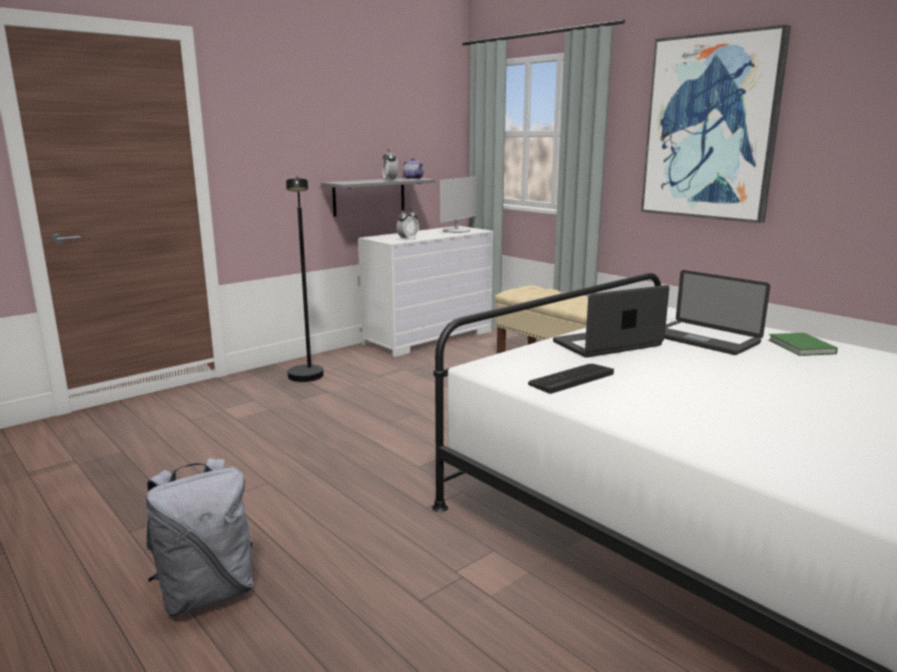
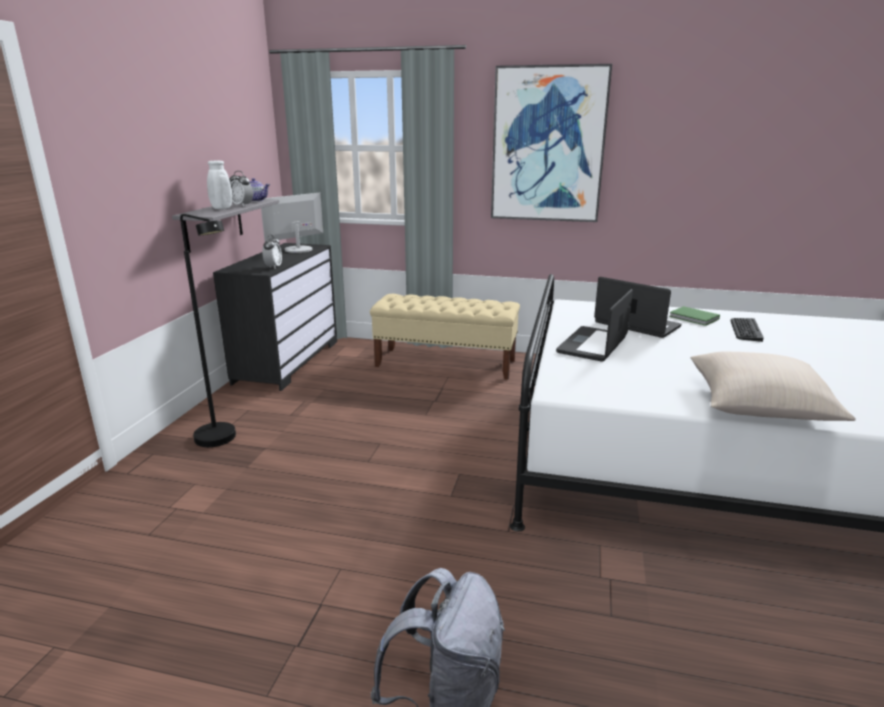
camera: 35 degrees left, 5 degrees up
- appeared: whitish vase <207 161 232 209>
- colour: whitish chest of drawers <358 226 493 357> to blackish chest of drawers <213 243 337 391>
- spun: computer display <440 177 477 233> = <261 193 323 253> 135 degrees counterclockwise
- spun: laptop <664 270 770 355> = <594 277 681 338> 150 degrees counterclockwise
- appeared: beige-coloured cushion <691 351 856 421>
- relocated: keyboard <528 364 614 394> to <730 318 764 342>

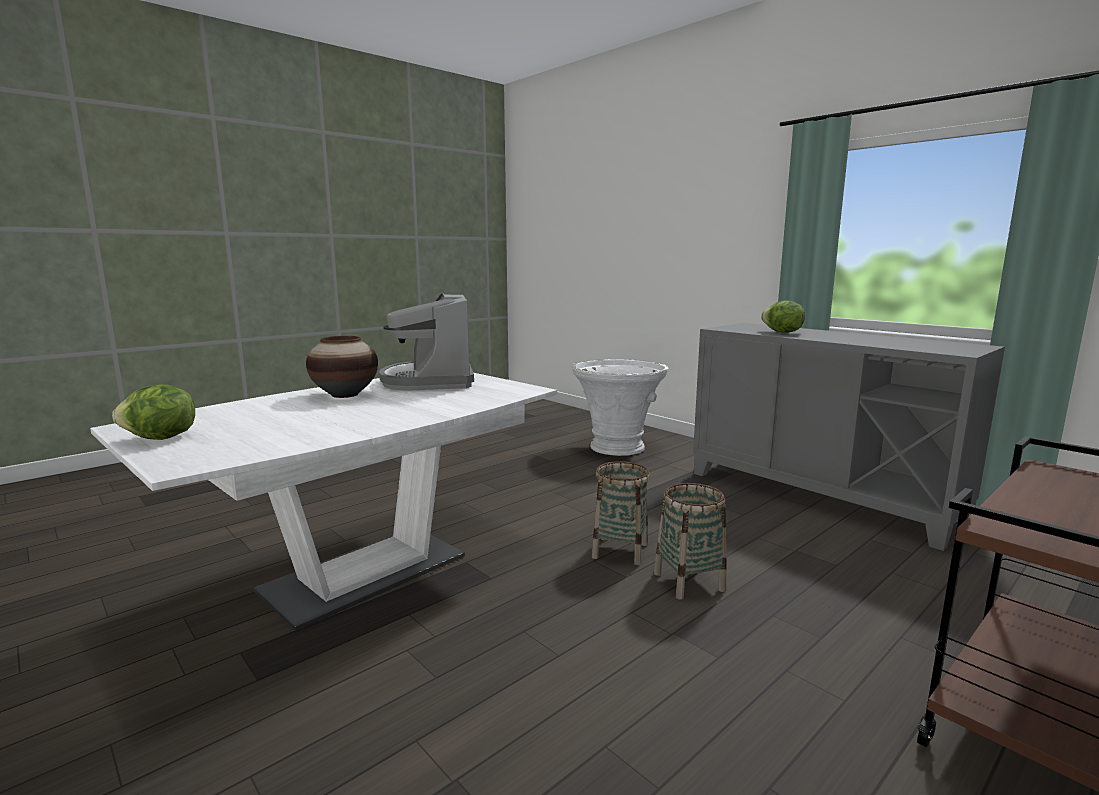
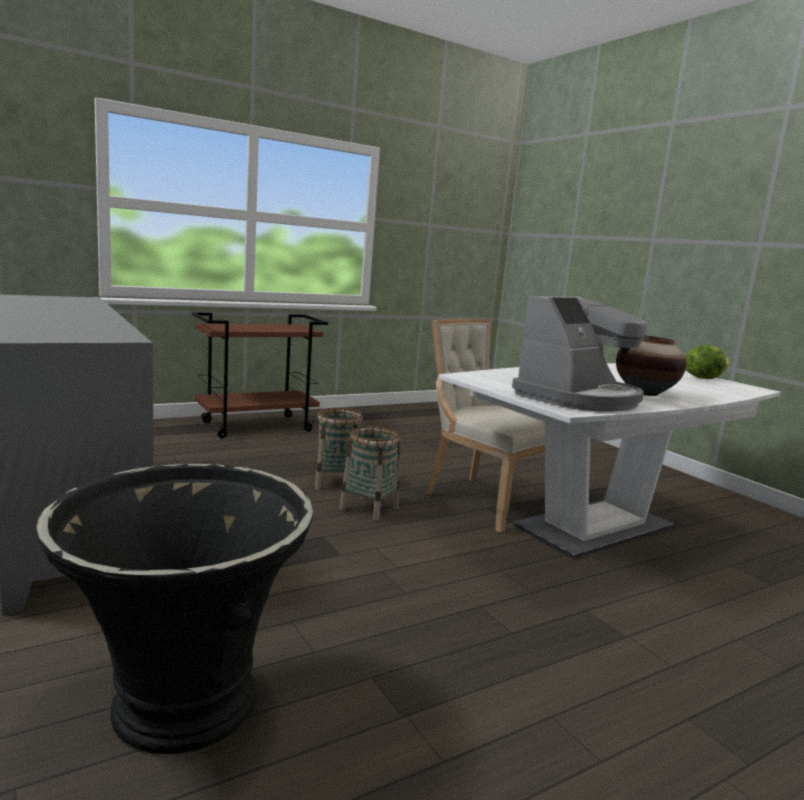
camera: 170 degrees left, 0 degrees up
- colour: whitish planter <572 359 668 456> to blackish planter <36 464 313 754>
- appeared: beige-coloured upright chair <426 319 545 533>
- spun: coffee maker <379 294 474 390> = <512 296 649 412> 45 degrees clockwise
- missing: head of lettuce <761 300 805 333>

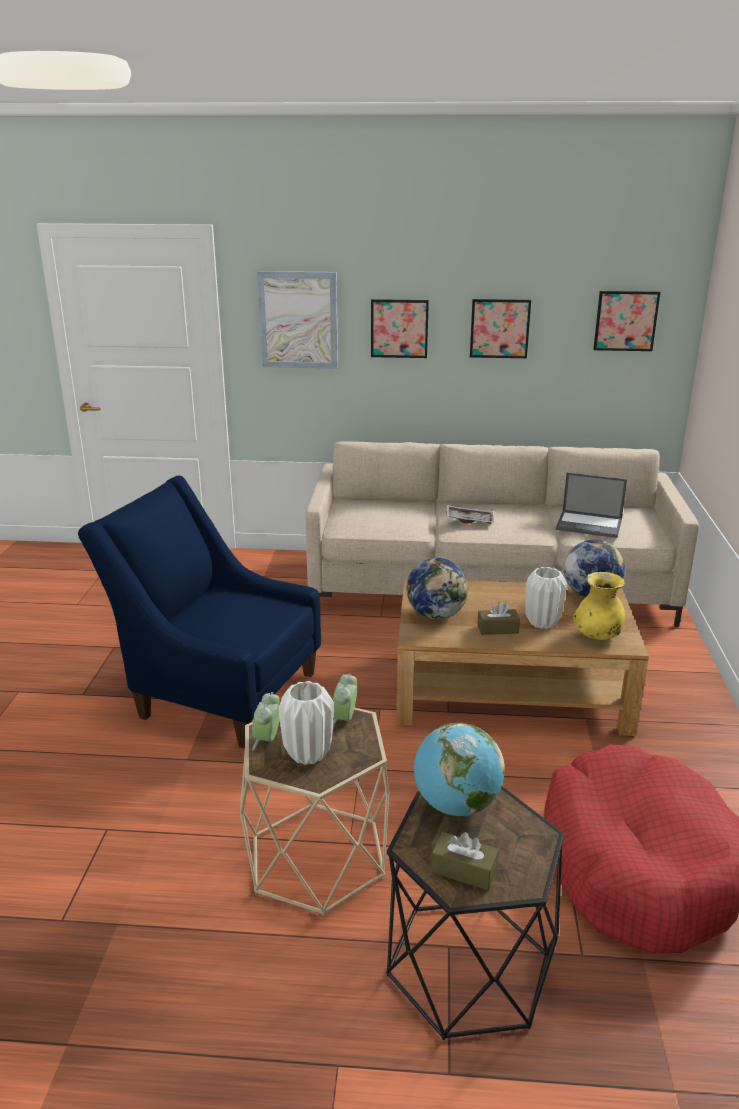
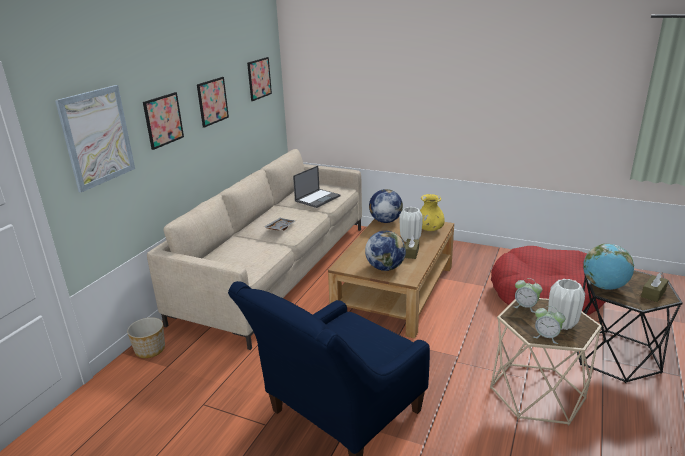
camera: 70 degrees left, 0 degrees up
- appeared: planter <127 317 165 358>

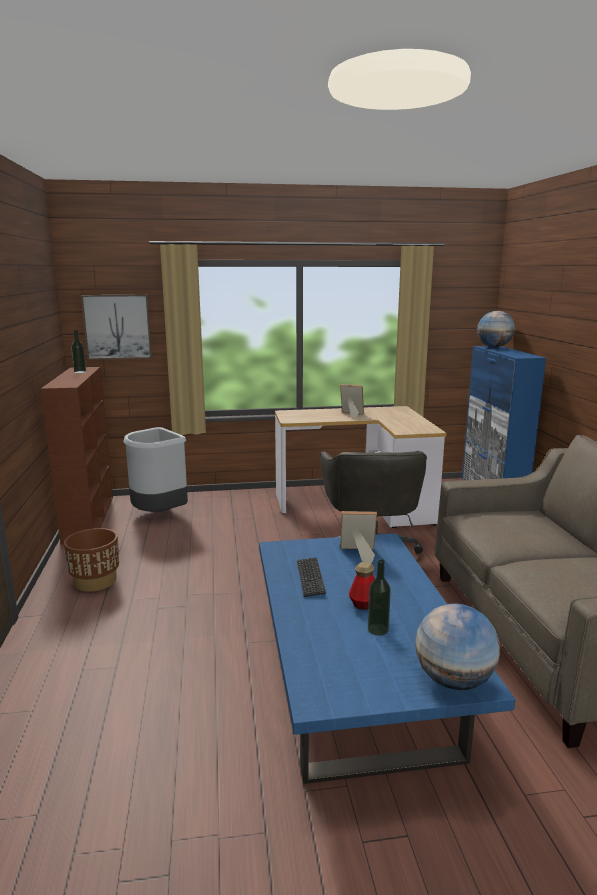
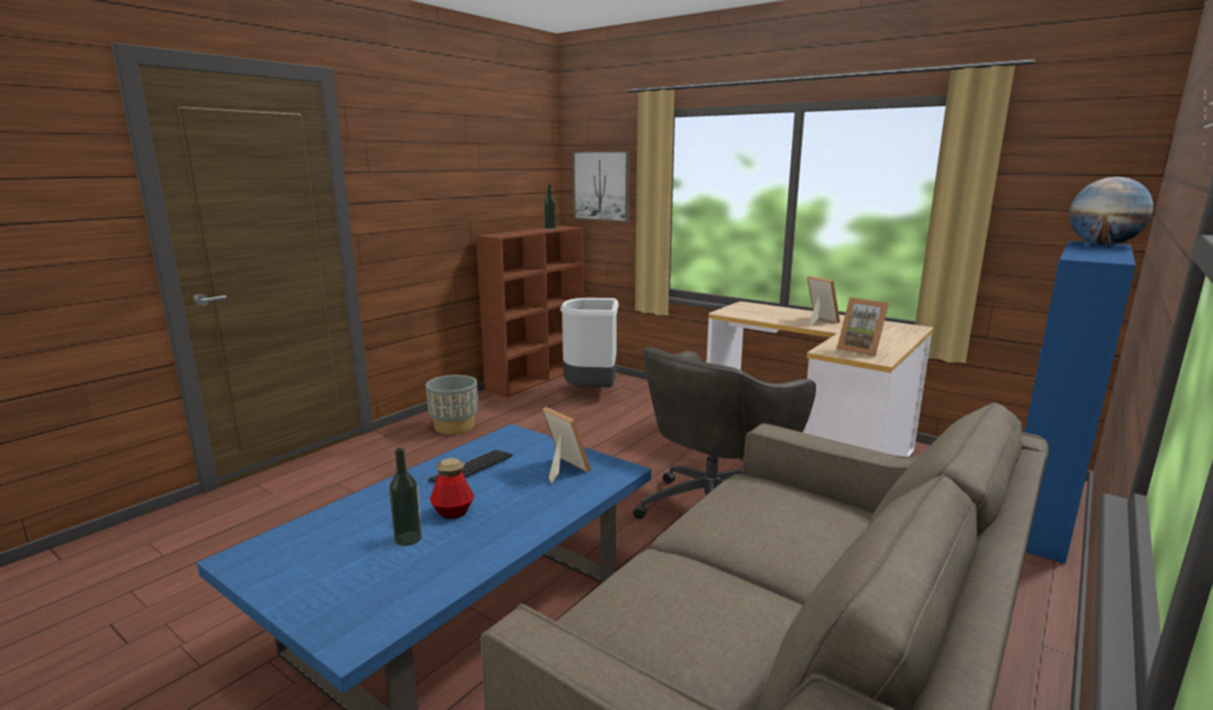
camera: 45 degrees right, 0 degrees up
- colour: brown-coloured planter <64 528 119 592> to gray planter <426 375 478 434>
- appeared: picture frame <837 297 889 357>
- missing: desk globe <415 603 500 690>

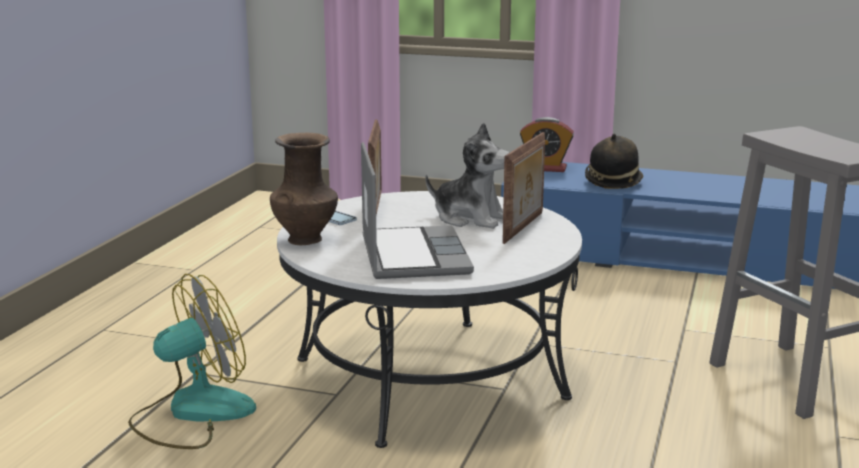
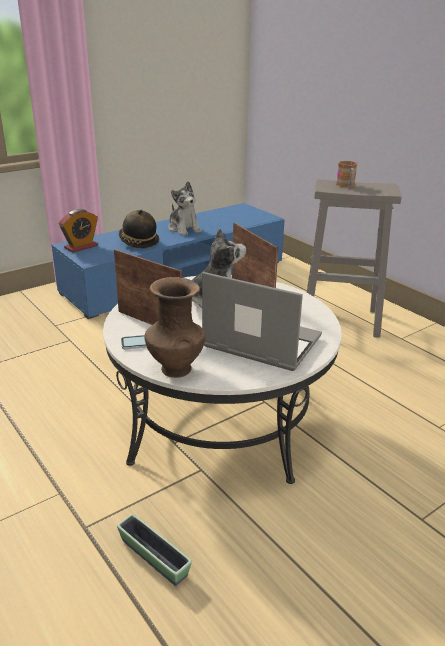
camera: 55 degrees left, 10 degrees up
- exchanged: electric fan <128 274 256 449> to planter <117 514 192 586>
- appeared: soft toy <168 181 202 236>
- appeared: mug <336 161 357 187>

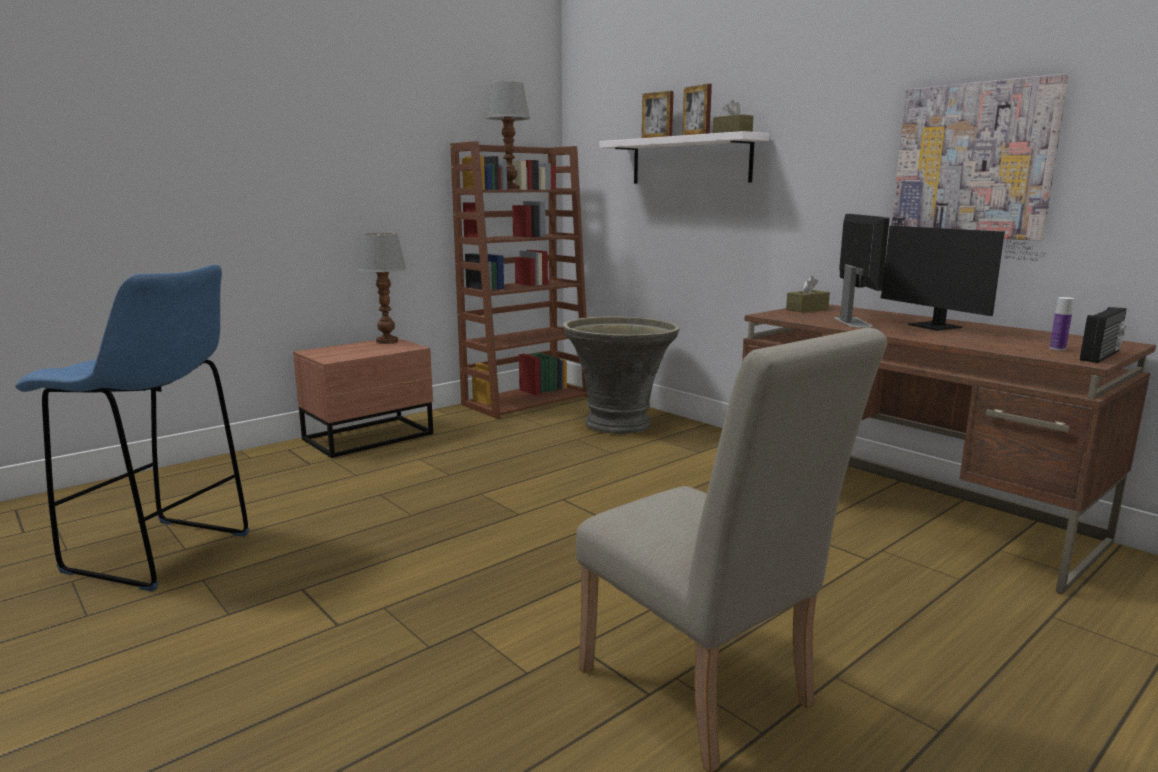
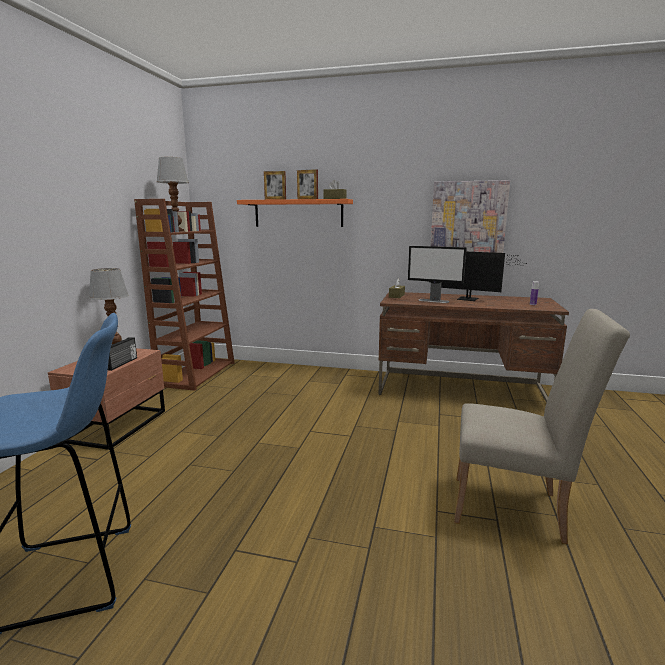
camera: 35 degrees left, 0 degrees up
- relocated: radio <1080 307 1127 363> to <108 337 137 371>
- colour: whitish shelf <599 131 769 184> to orange-coloured shelf <237 199 353 227>
- spun: computer display <835 214 890 328> = <408 246 467 303> 150 degrees clockwise
- missing: gray planter <563 316 680 434>

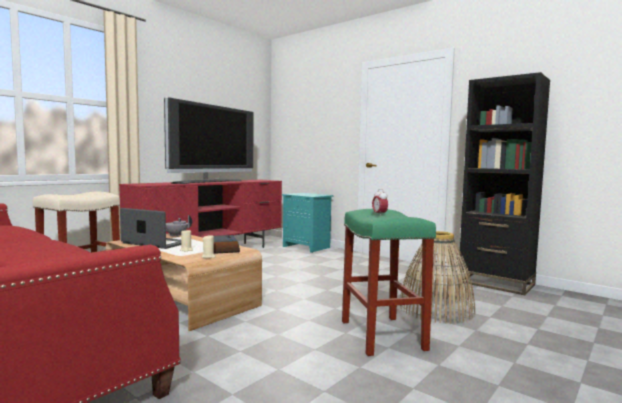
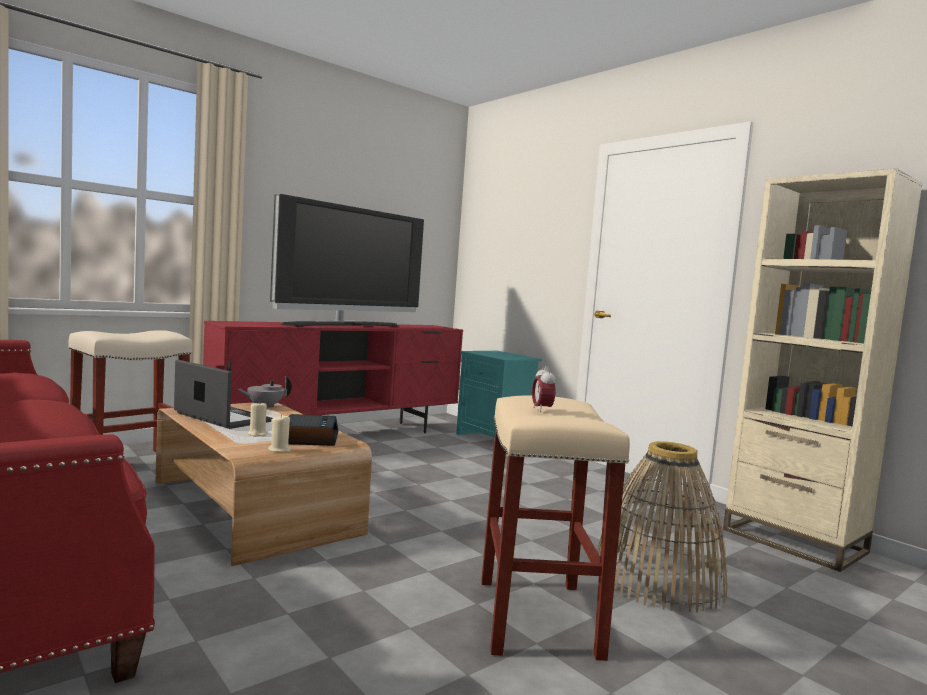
camera: 10 degrees right, 0 degrees up
- colour: greenish stool seat <342 209 436 356> to beige-coloured stool seat <481 395 630 661>
- colour: blackish bookshelf <458 72 550 295> to beige-coloured bookshelf <723 168 923 572>

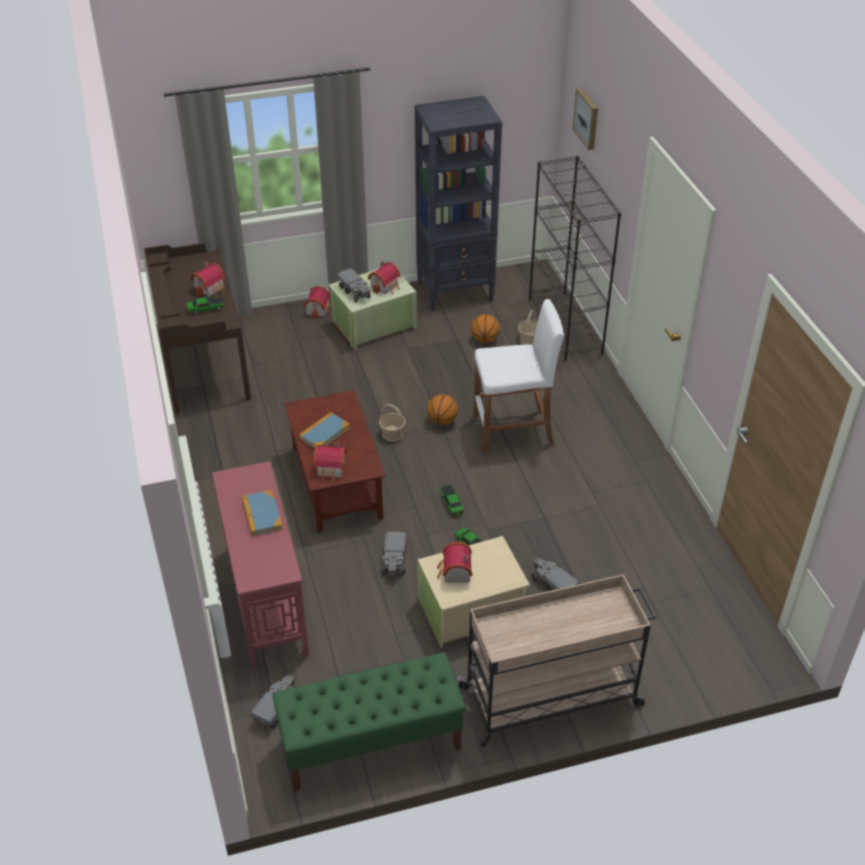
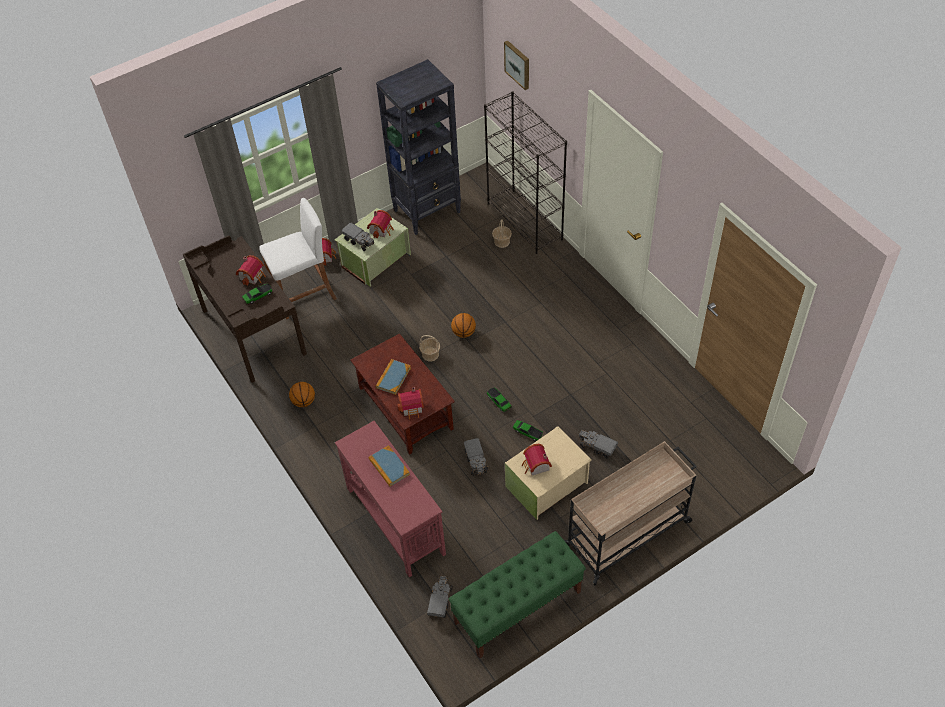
camera: 15 degrees left, 10 degrees up
- relocated: whitish stool seat <473 299 564 453> to <259 198 337 320>
- relocated: basketball ball <471 314 500 343> to <289 382 315 407>

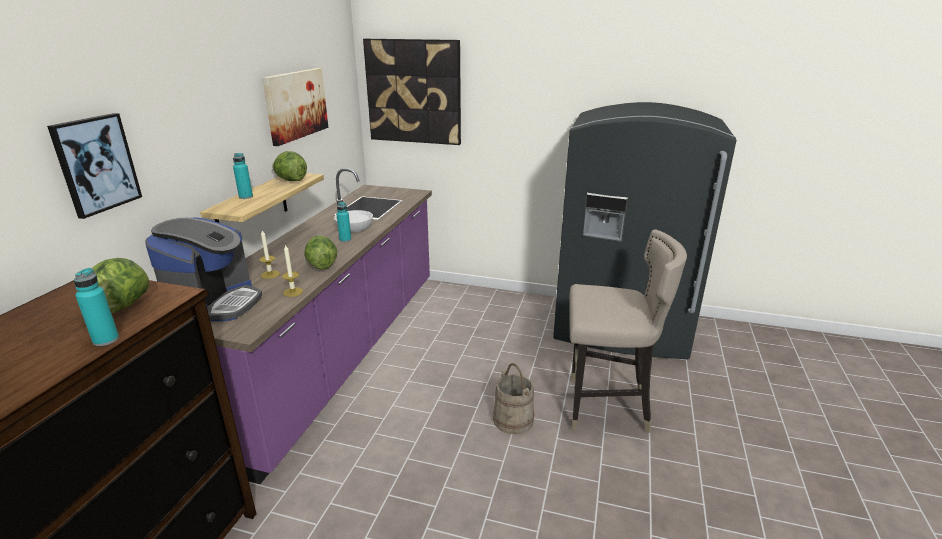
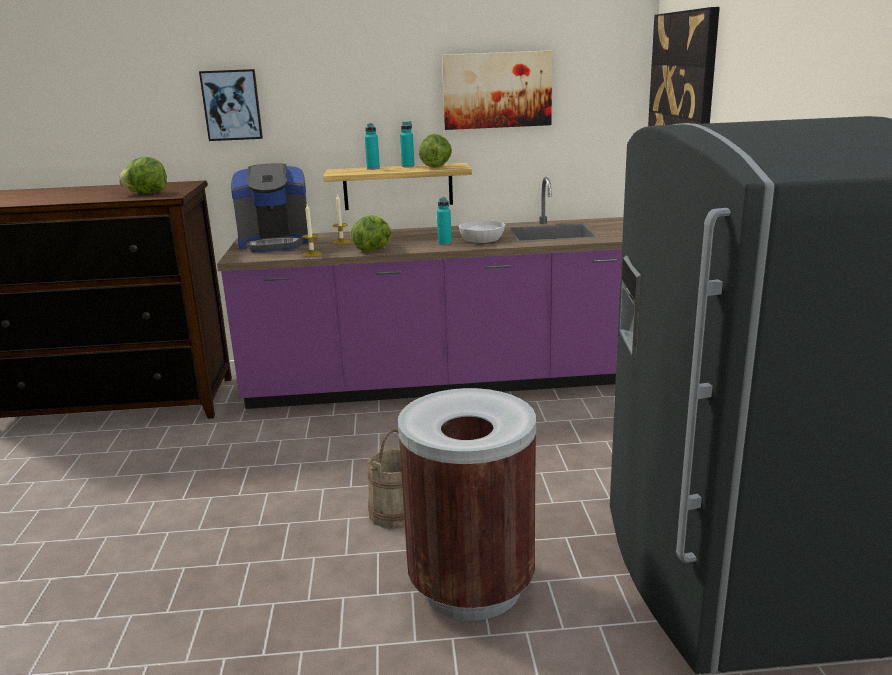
camera: 70 degrees right, 5 degrees down
- exchanged: beige-coloured stool seat <569 229 687 433> to brown-coloured rubbish bin <398 388 536 621>
- relocated: blue-green bottle <74 268 119 346> to <400 121 415 167>

